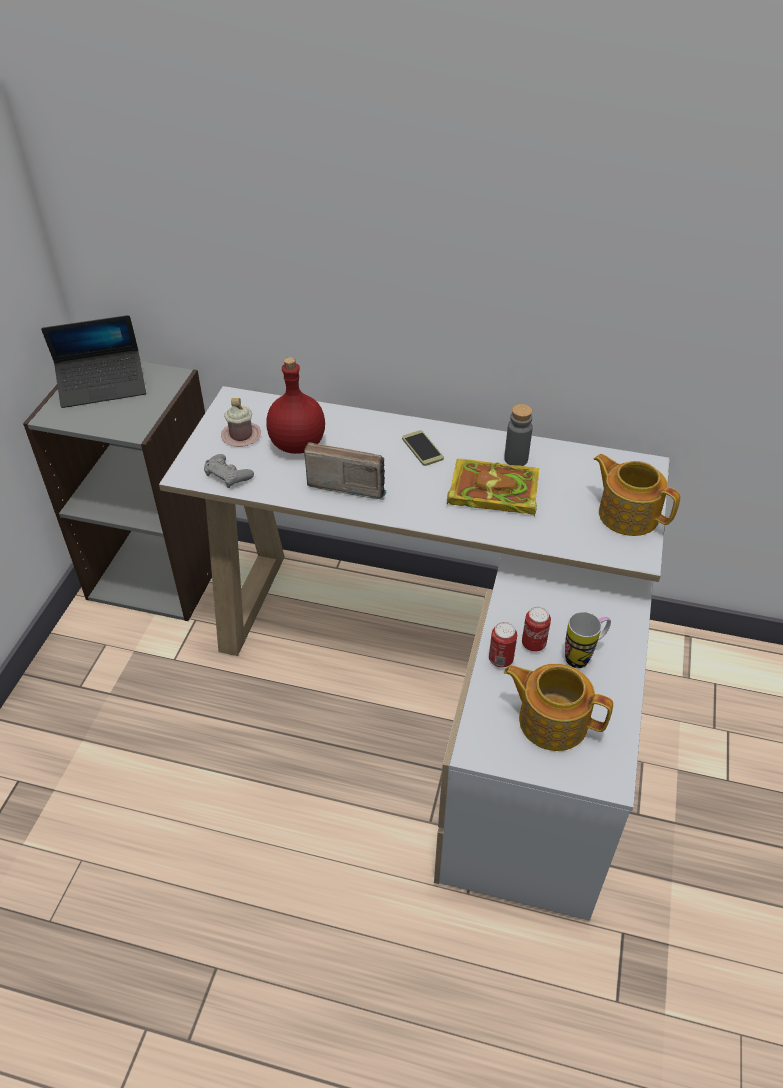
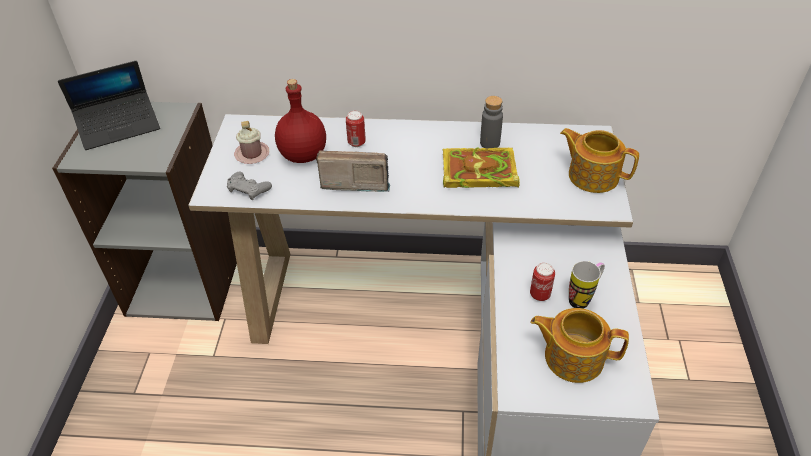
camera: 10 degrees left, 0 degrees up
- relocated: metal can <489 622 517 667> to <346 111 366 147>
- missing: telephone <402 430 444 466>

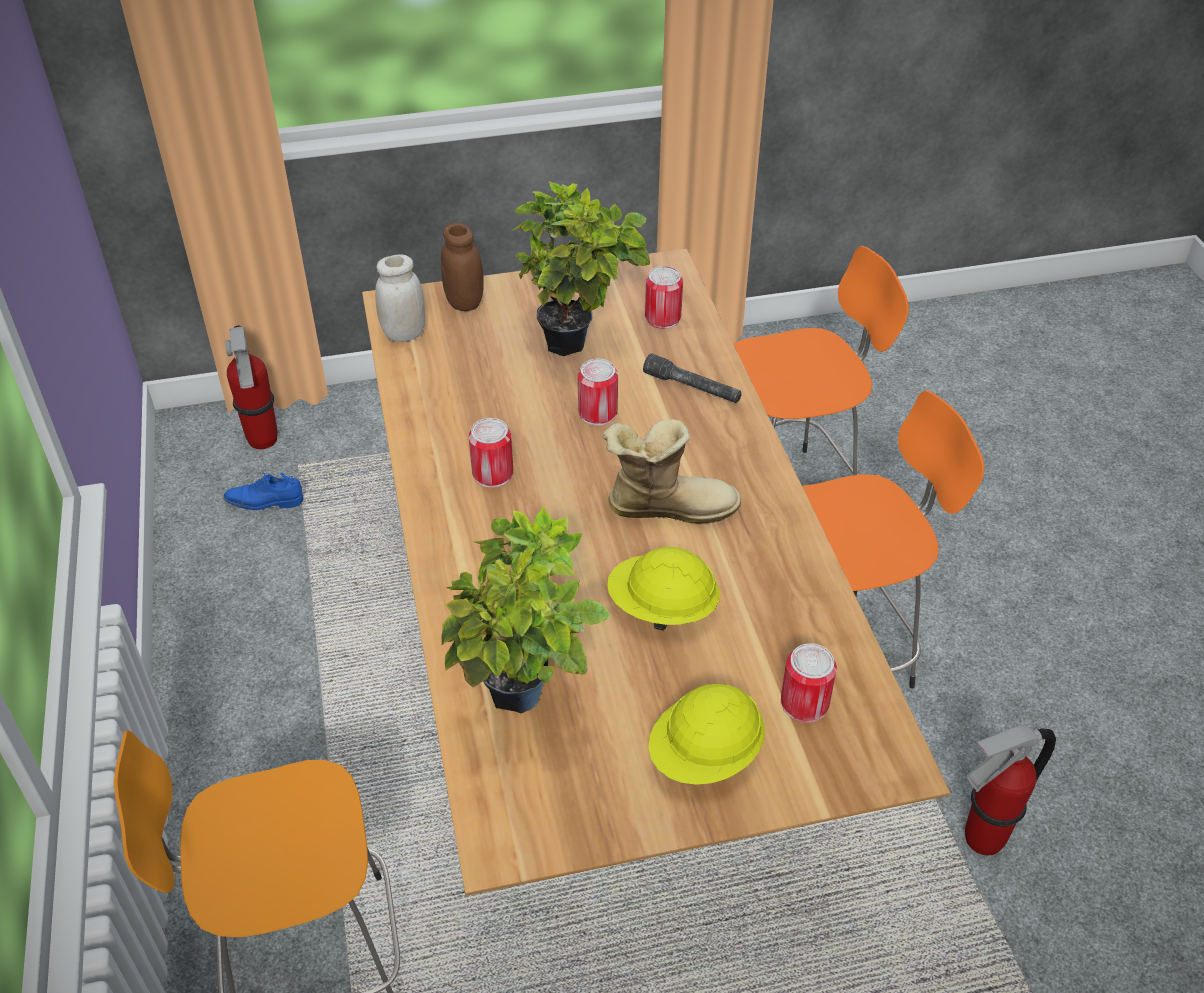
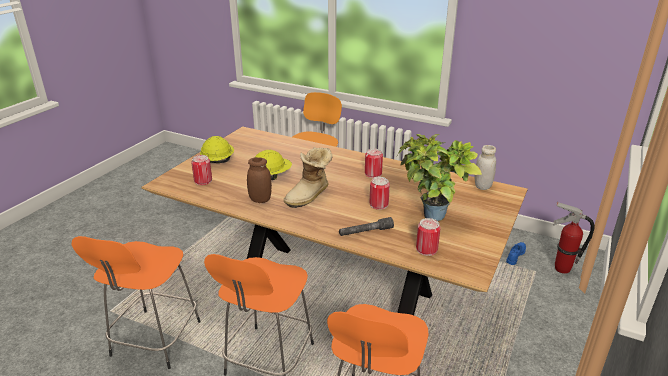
camera: 130 degrees right, 15 degrees down
- exchanged: fire extinguisher <965 725 1056 855> to orange-coloured stool seat <72 236 201 369>
- relocated: brown-coloured preserve jar <441 223 484 311> to <247 157 272 203>
- missing: plant in a pot <441 507 612 714>

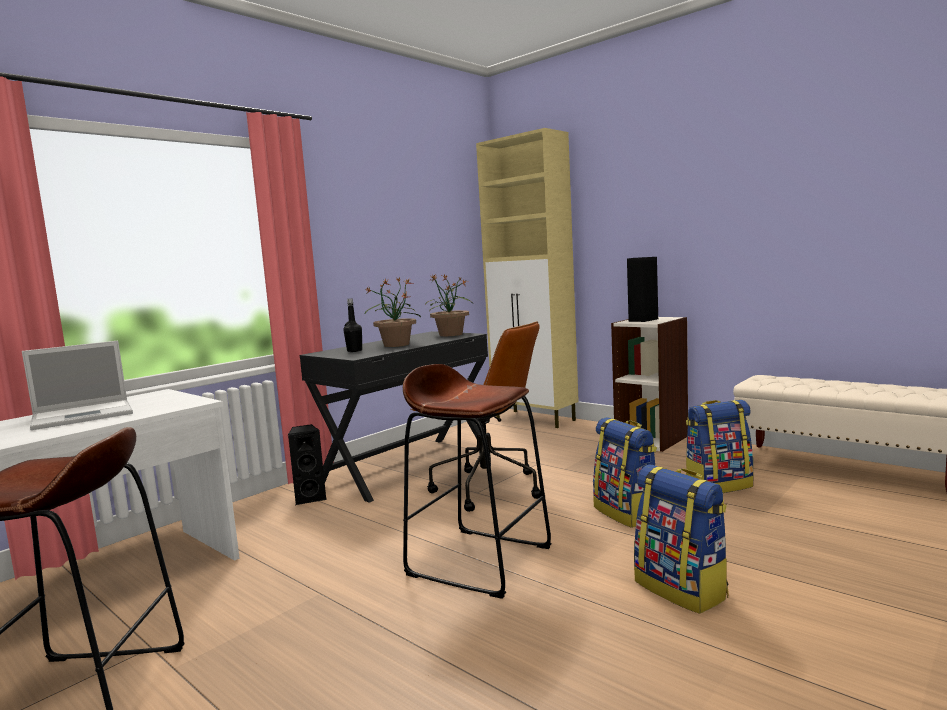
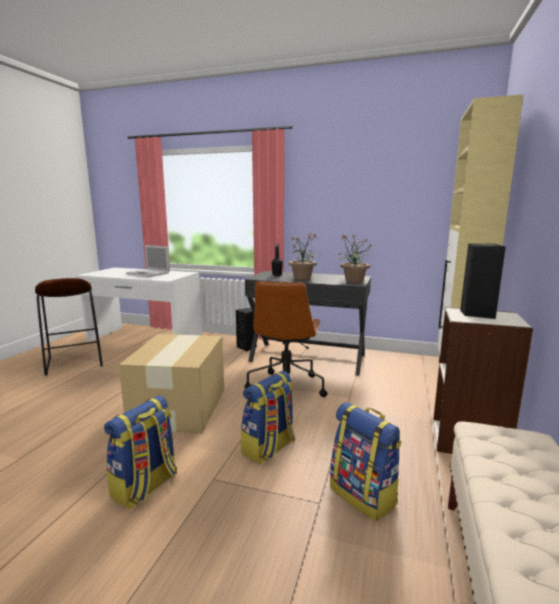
camera: 65 degrees right, 5 degrees up
- exchanged: brown-coloured stool seat <403 364 552 599> to carton <119 334 224 433>

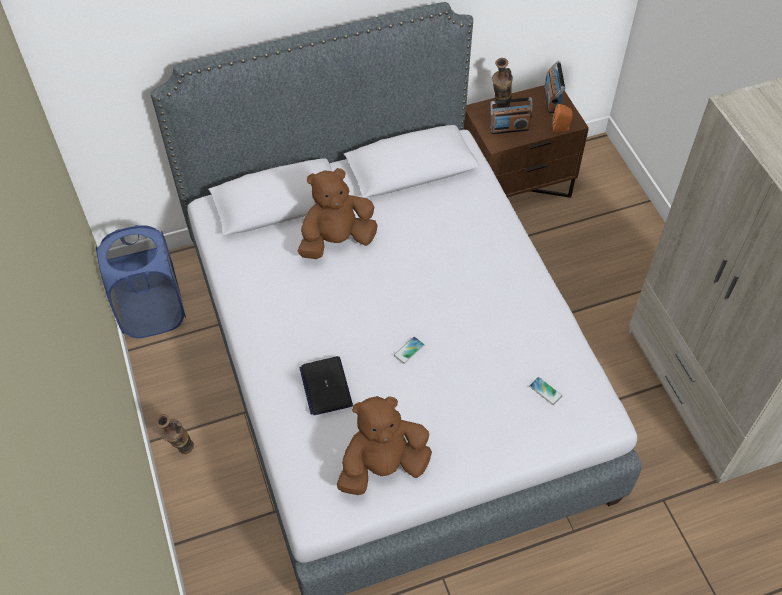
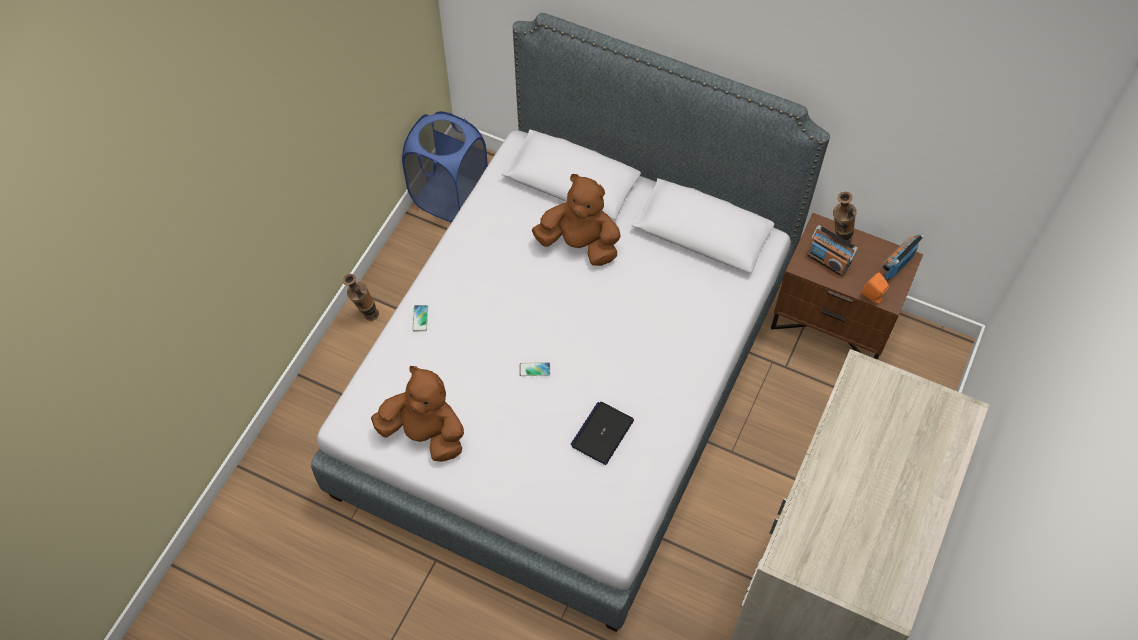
camera: 45 degrees right, 5 degrees up
- relocated: telephone <529 377 562 405> to <412 305 428 331>
- relocated: laptop <299 356 353 415> to <570 402 634 465>

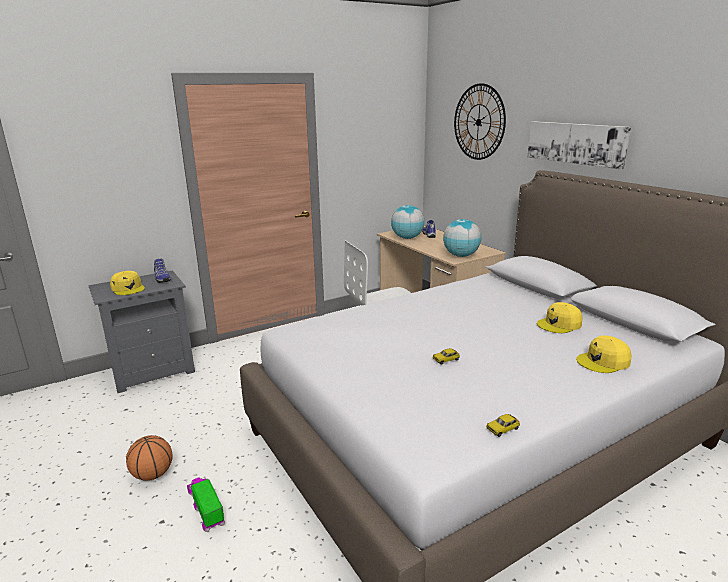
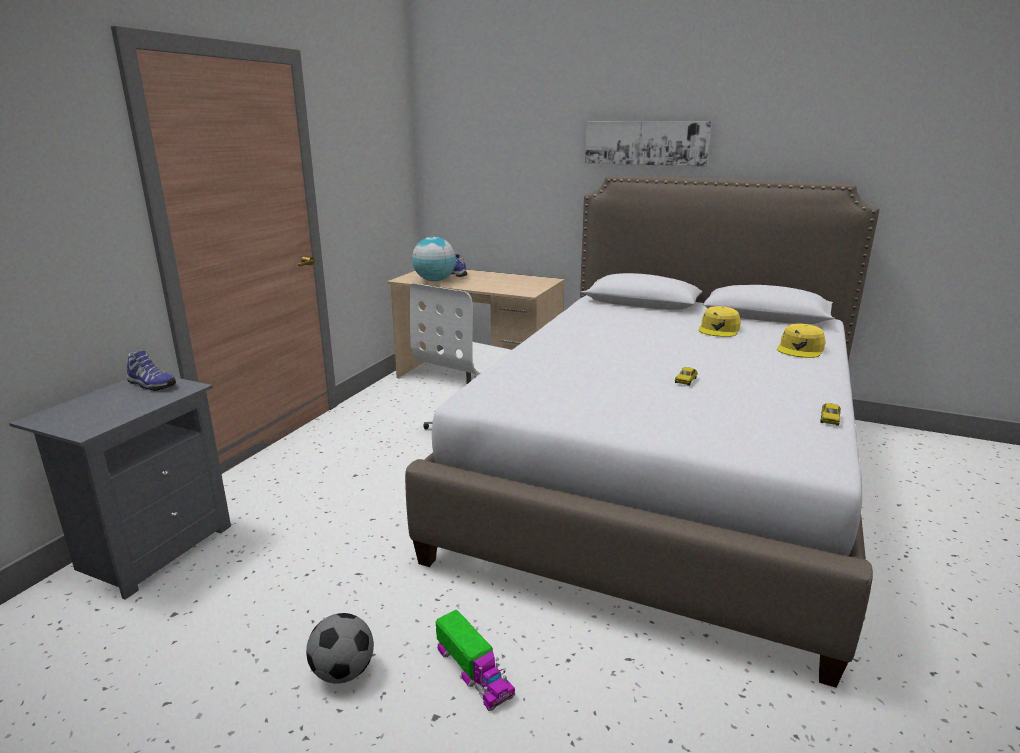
camera: 35 degrees left, 0 degrees up
- exchanged: basketball ball <126 435 173 481> to ball for football <306 613 374 684>
- spun: toy truck <187 476 225 532> = <435 610 515 711> 150 degrees counterclockwise
- missing: yellow-coloured baseball cap <110 271 145 295>
- missing: desk globe <443 219 482 257>
- missing: clock on the wall <454 83 506 160>

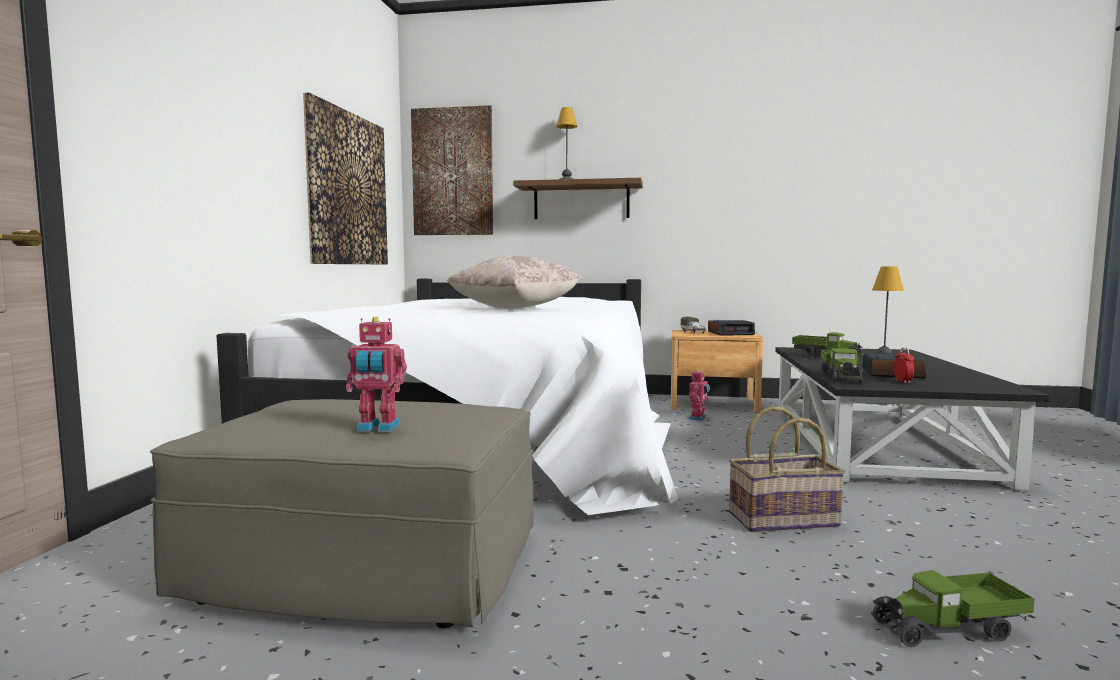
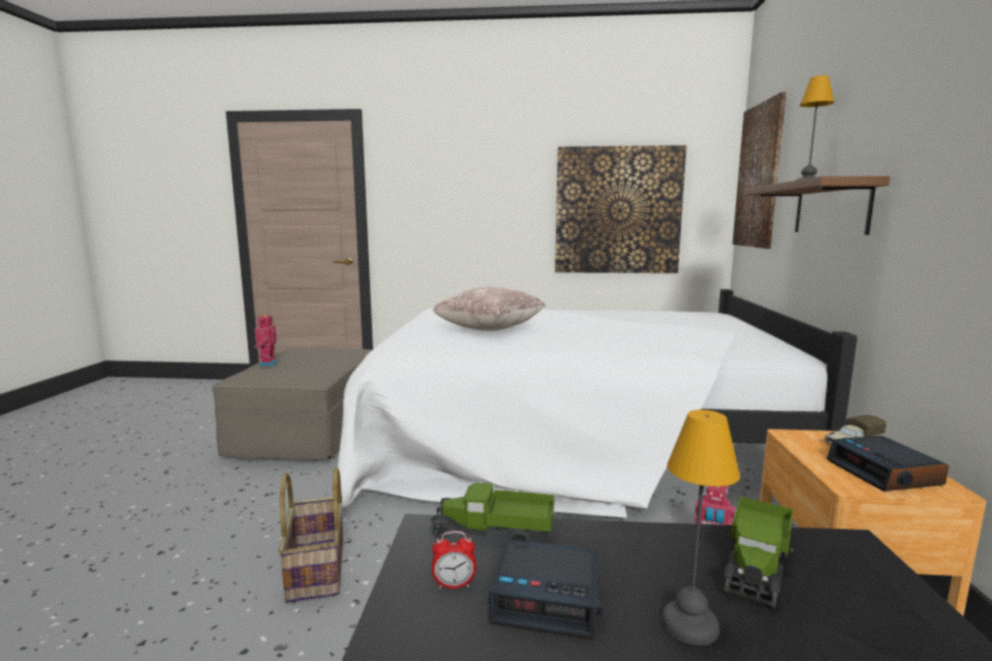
camera: 85 degrees right, 5 degrees up
- missing: toy truck <871 570 1035 647>

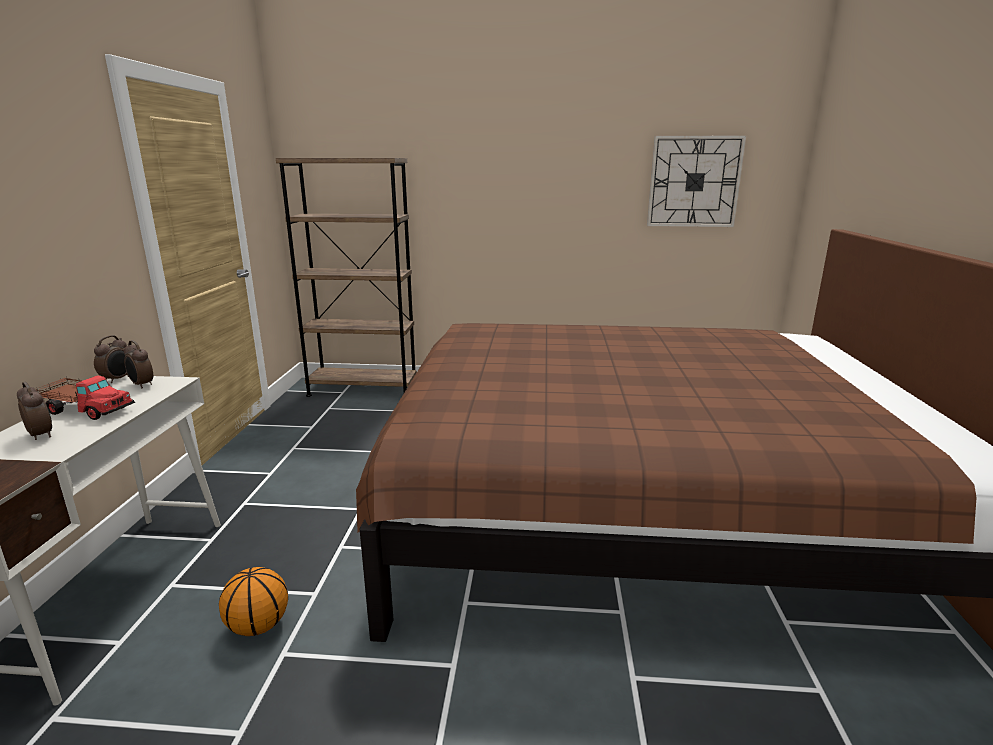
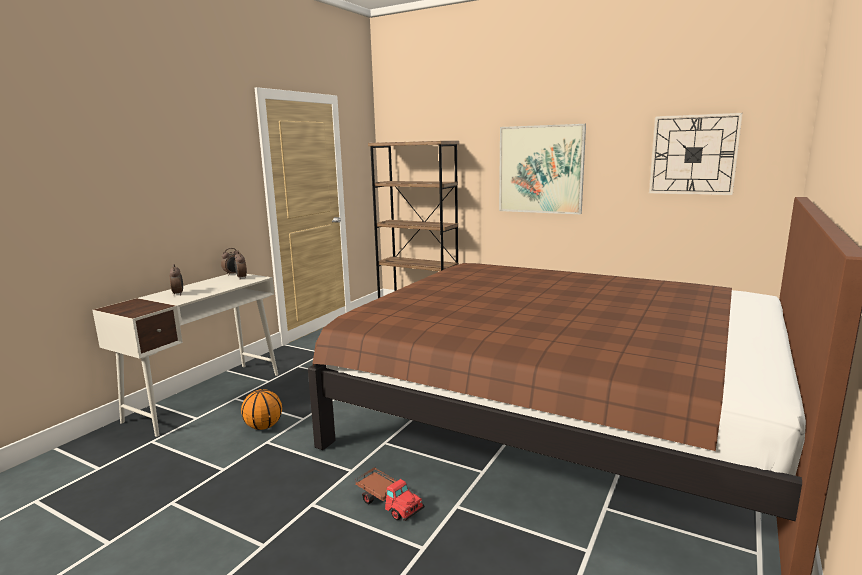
camera: 25 degrees right, 5 degrees down
- relocated: toy truck <37 375 135 420> to <355 466 425 521>
- appeared: wall picture <499 124 586 214>

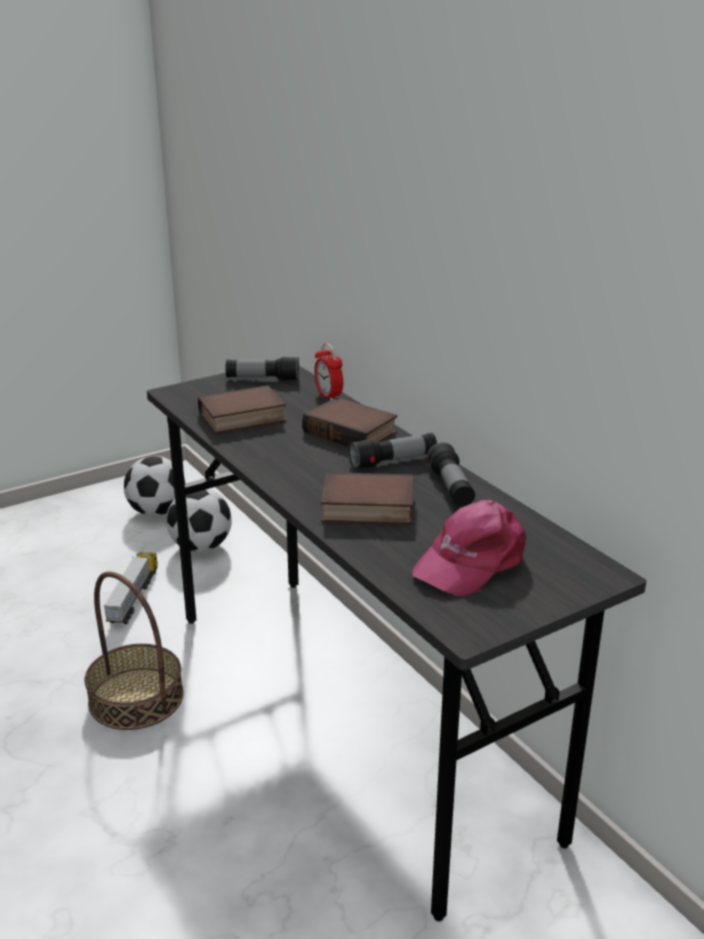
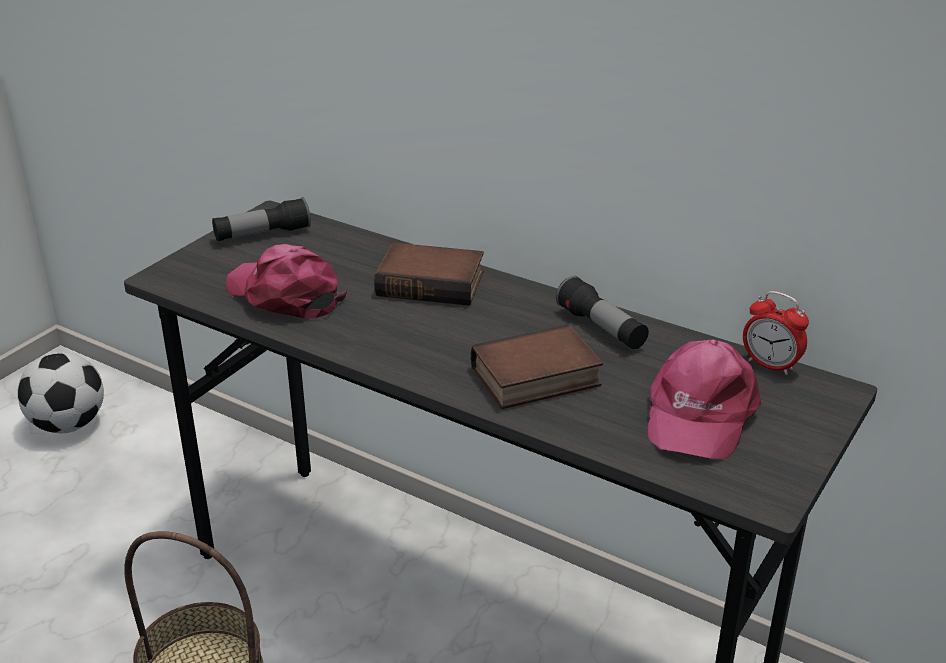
camera: 25 degrees left, 5 degrees up
- exchanged: volume <198 385 286 434> to pinkish baseball cap <226 244 347 319>
- relocated: bedside clock <314 343 343 400> to <743 291 809 375>
- missing: toy truck <103 552 158 624>
- missing: ball for football <166 489 232 552>
- missing: hand torch <348 433 437 470>

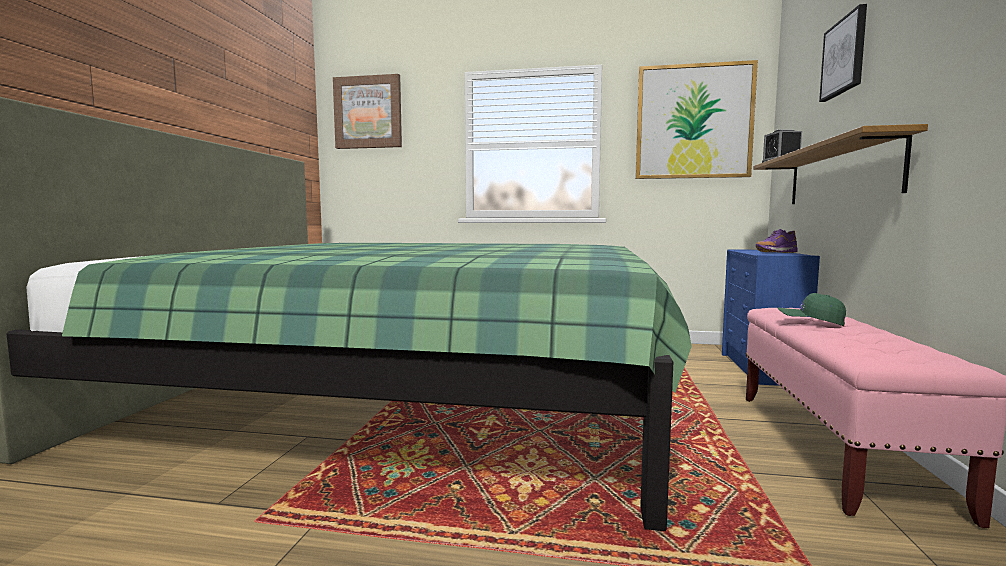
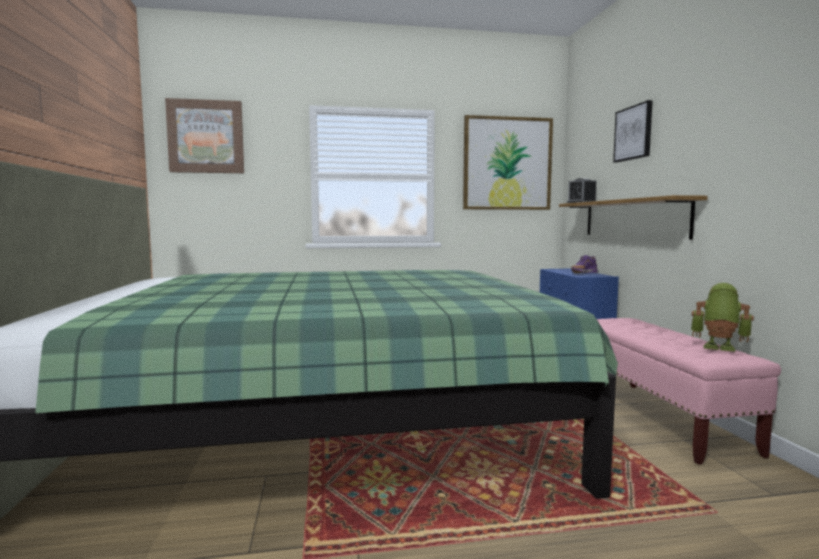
camera: 20 degrees left, 0 degrees up
- appeared: model robot <691 283 754 352>
- missing: greenish baseball cap <778 293 846 326>

